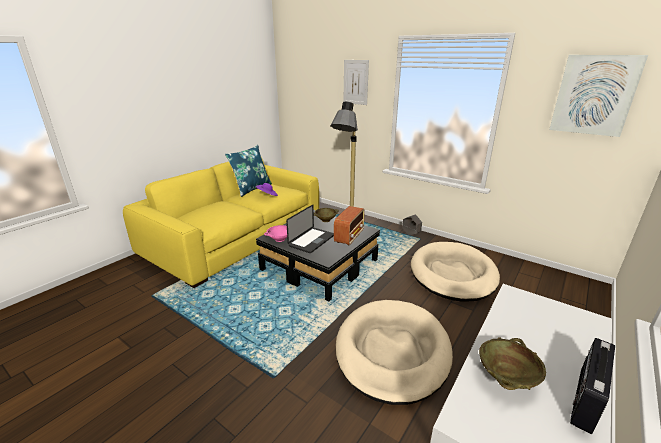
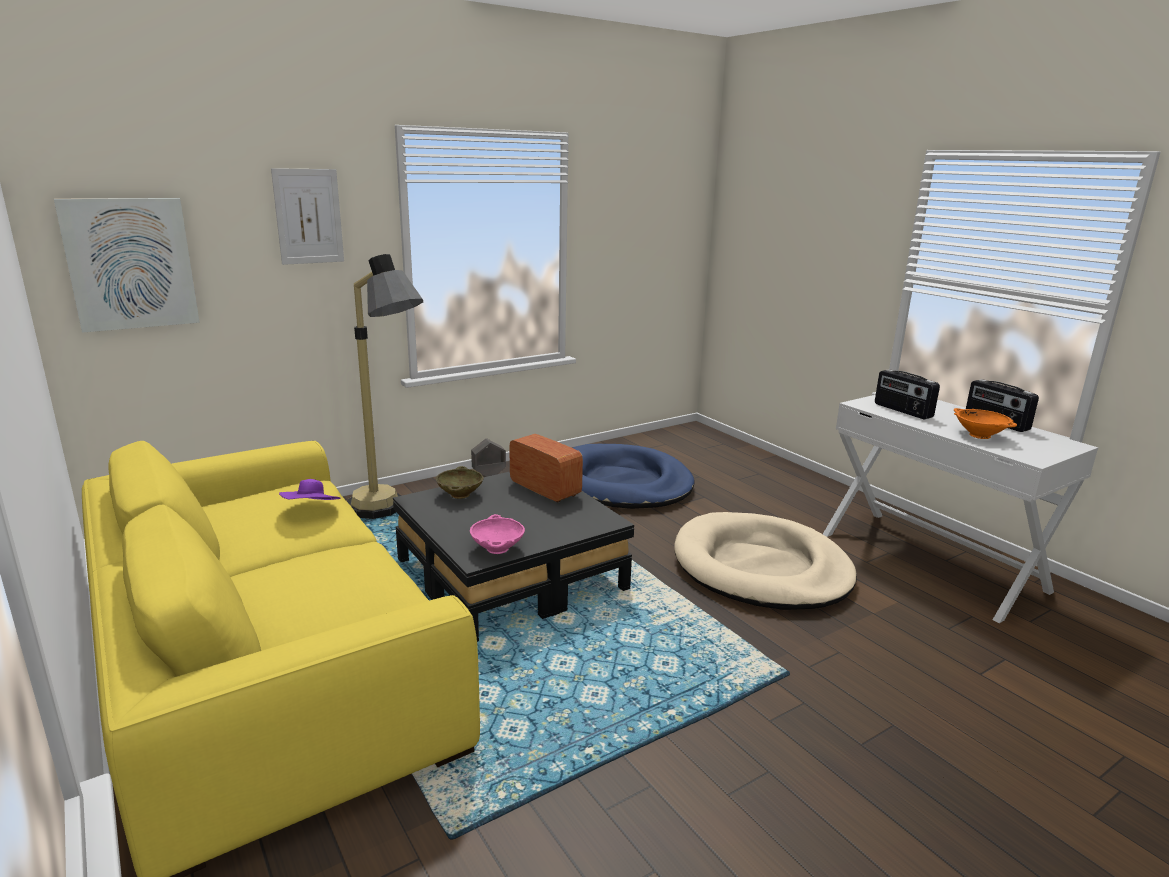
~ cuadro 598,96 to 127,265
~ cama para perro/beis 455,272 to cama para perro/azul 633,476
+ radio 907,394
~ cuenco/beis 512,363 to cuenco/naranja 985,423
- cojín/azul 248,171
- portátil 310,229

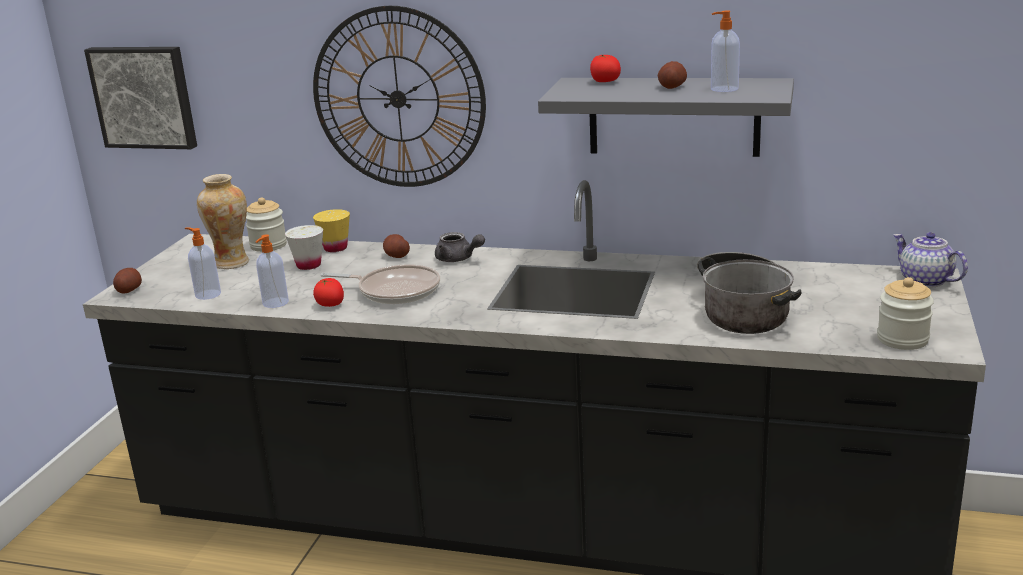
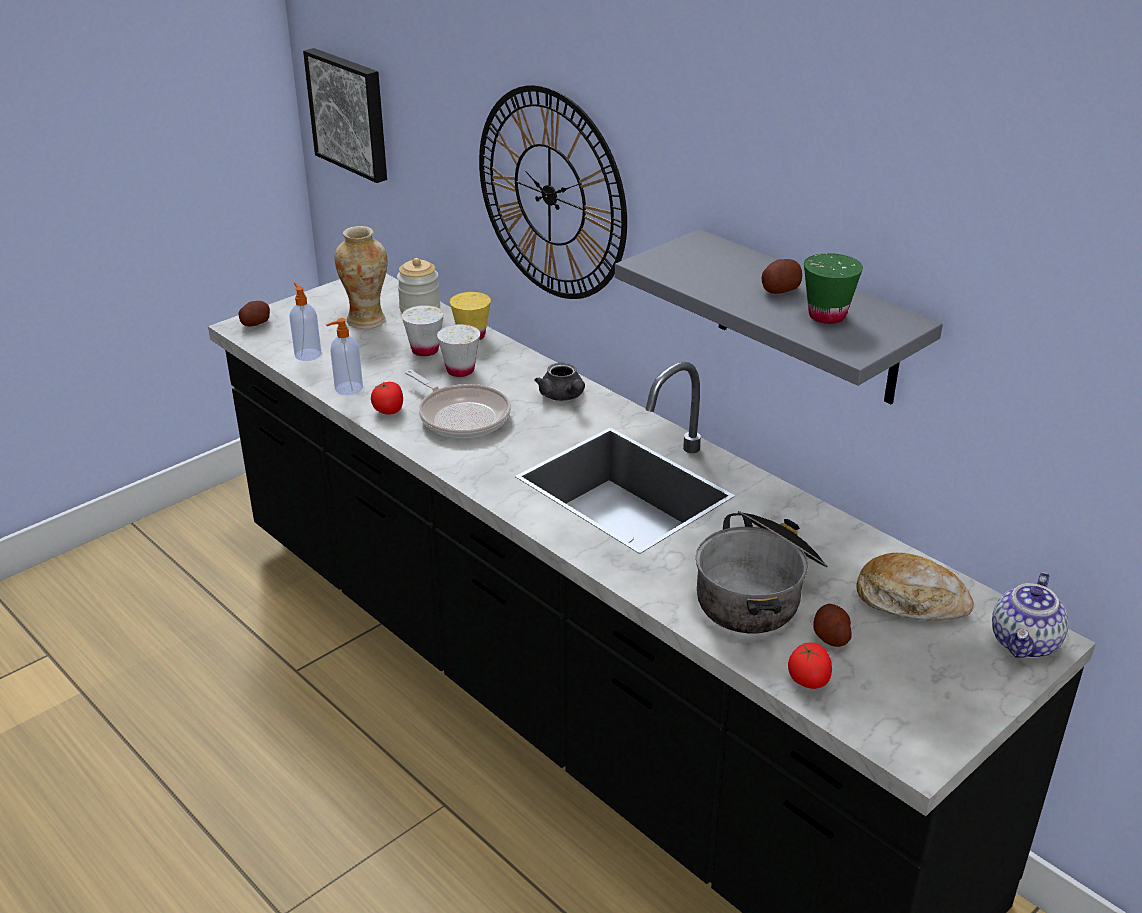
+ taza/blanco 458,350
~ tomate 605,68 to 810,666
~ dispensador de jabón 725,51 to taza/verde 833,288
~ patata 396,246 to 832,625
+ pan 915,586
~ tetera 930,260 = 1030,615 150 degrees counterclockwise
- tarro 905,313

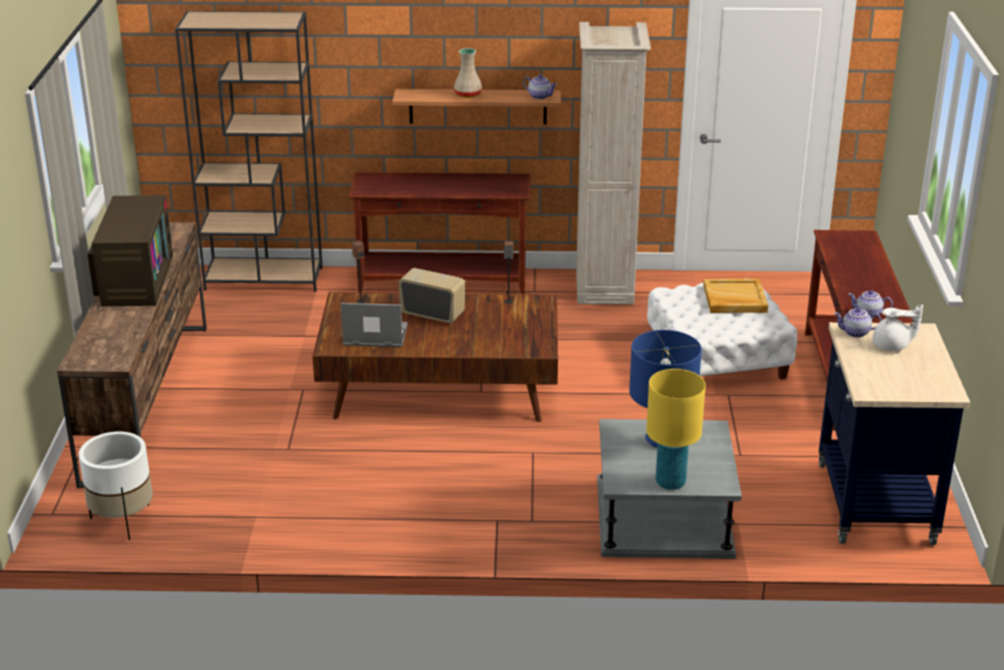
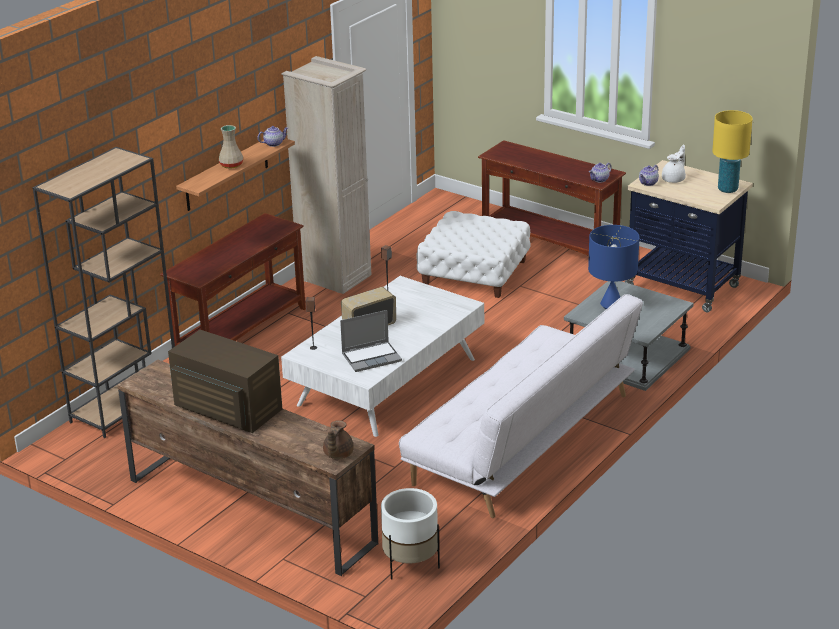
~ mesa de centro/marrón 435,357 to mesa de centro/blanco 382,356
+ tetera/marrón 338,439
~ portátil 374,325 = 371,341 150 degrees counterclockwise
+ sofá/blanco 521,406
~ lámpara de mesa/amarillo 676,429 to 732,151
- bandeja/beis 735,296

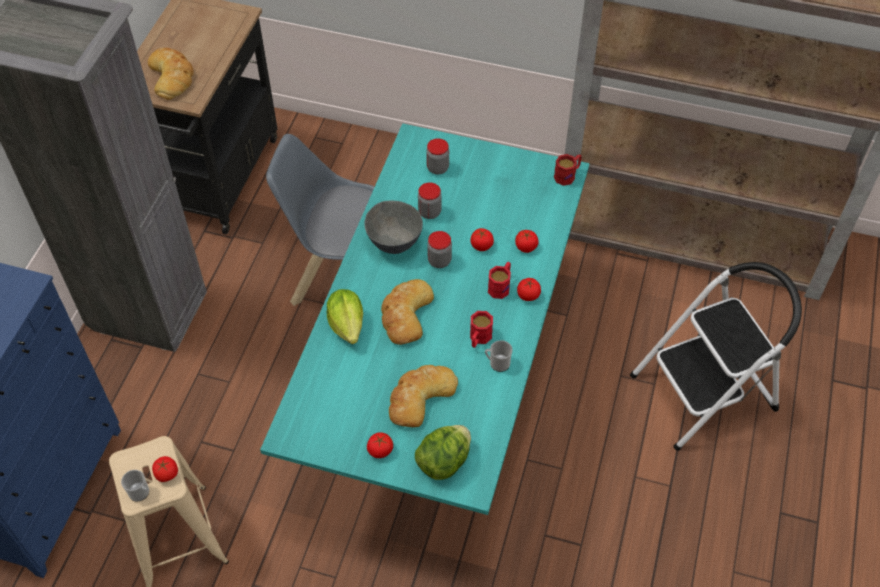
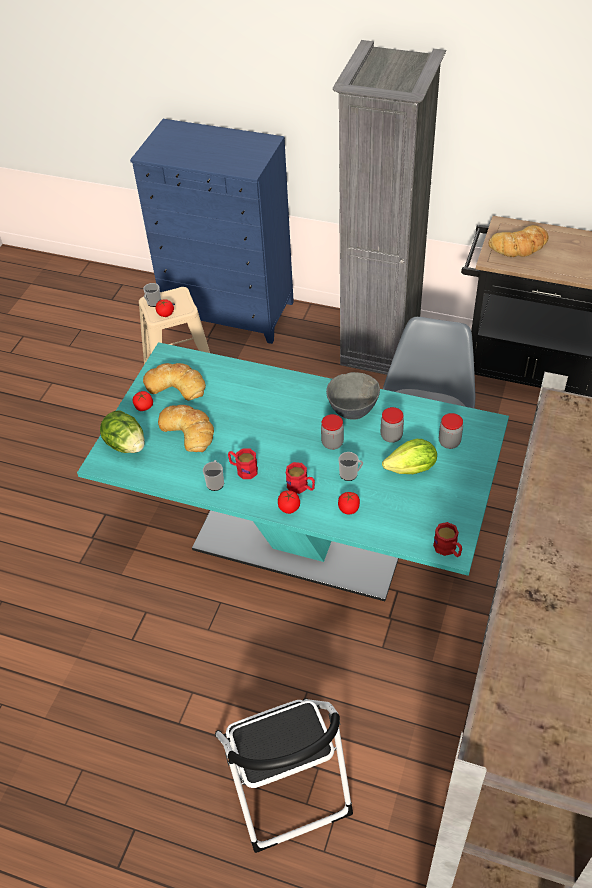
~ pan 407,312 to 174,382
~ tomate 482,239 to taza grande 350,466
~ lechuga 345,316 to 409,456

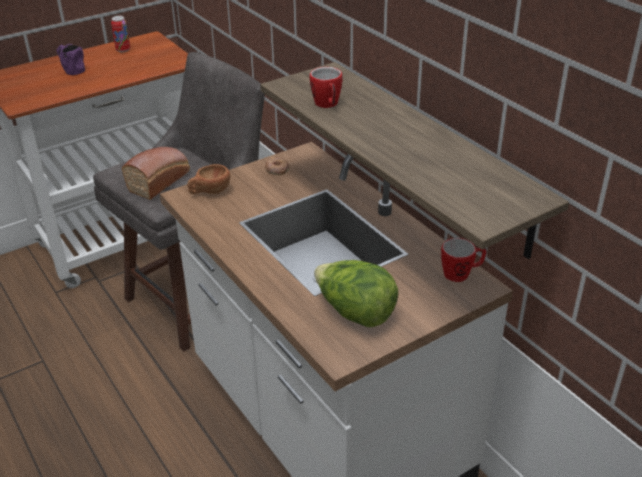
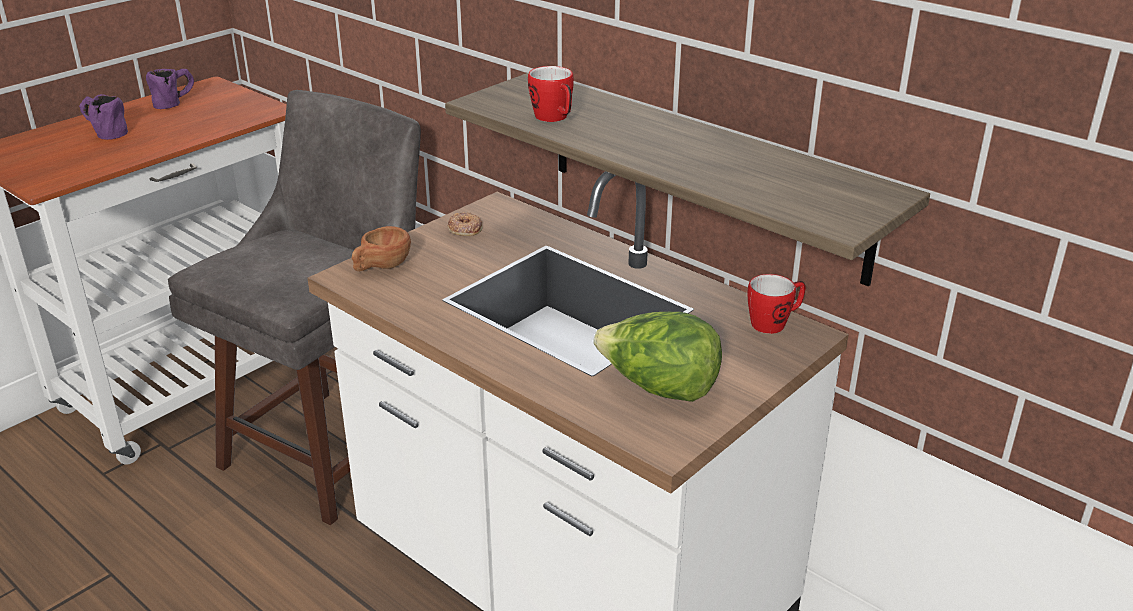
~ lata 120,34 to taza grande/morado 170,89
- pan 156,173

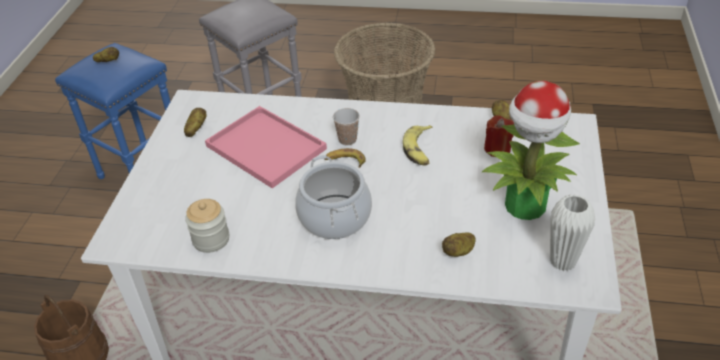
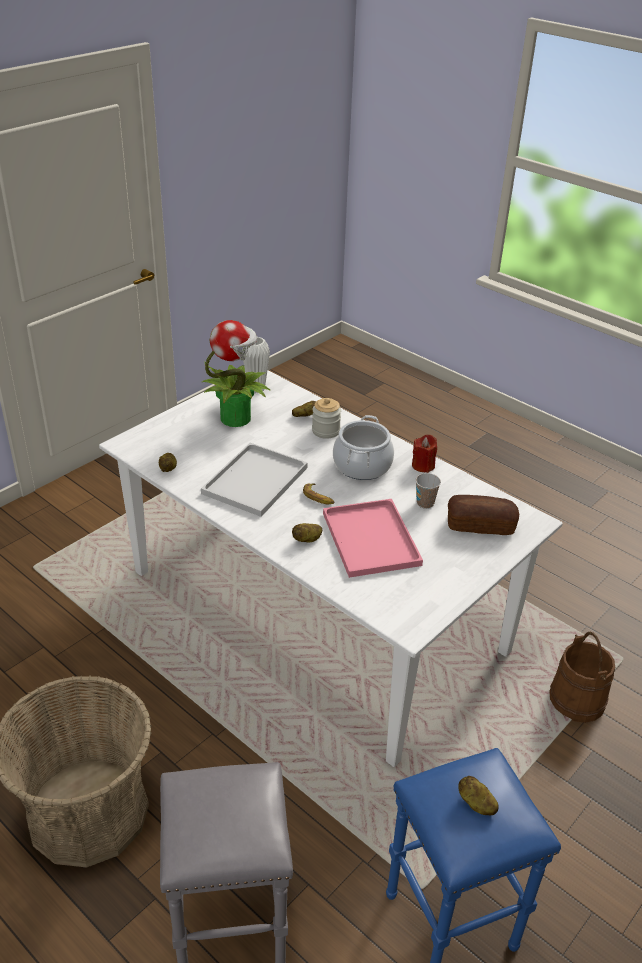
~ plátano 418,145 to bandeja/blanco 254,480
~ patata 195,122 to 307,532
~ tarro 207,226 to 326,418
~ vela/rojo 499,136 to 424,453
~ taza 346,126 to 428,491
+ pan 483,515

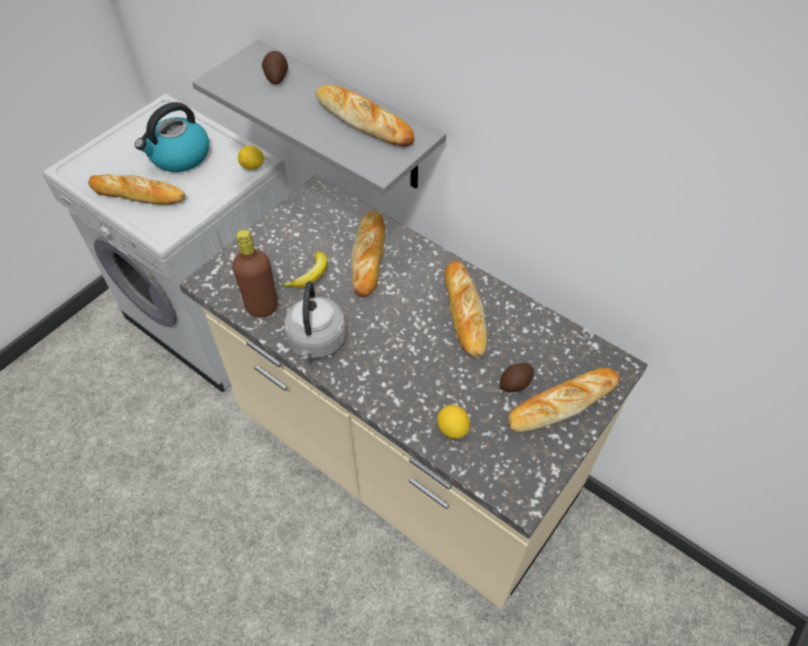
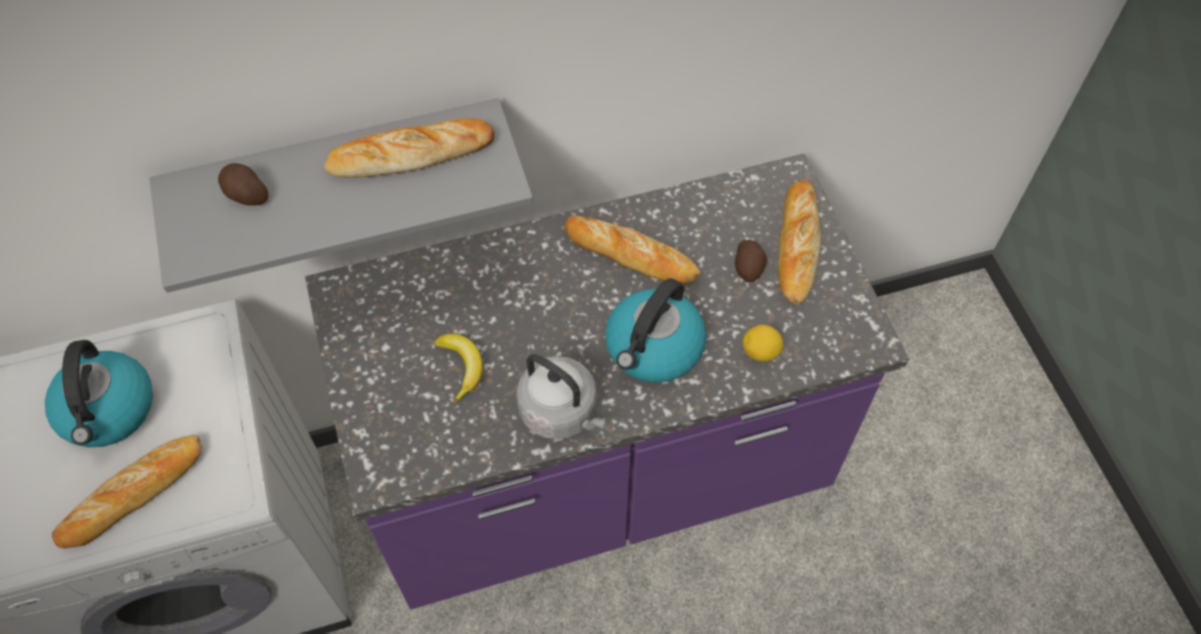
~ mueble bajo de cocina/beis 413,391 to mueble bajo de cocina/morado 607,381
+ hervidor 655,330
- botella/marrón 255,273
- limón 251,157
- pan 368,254

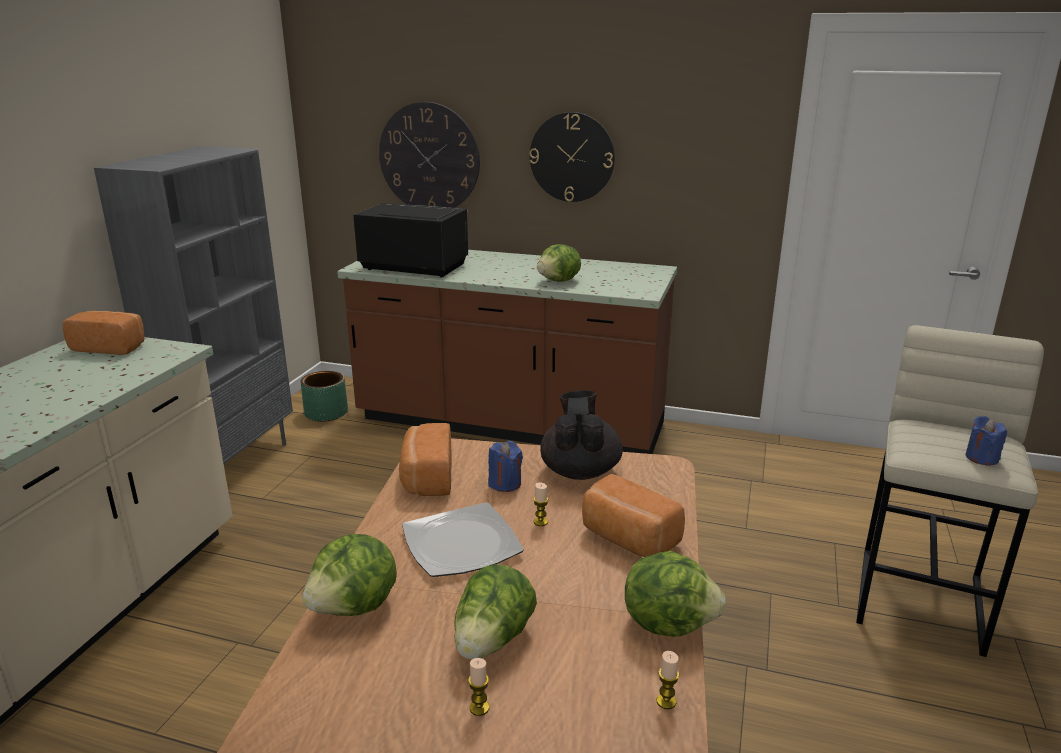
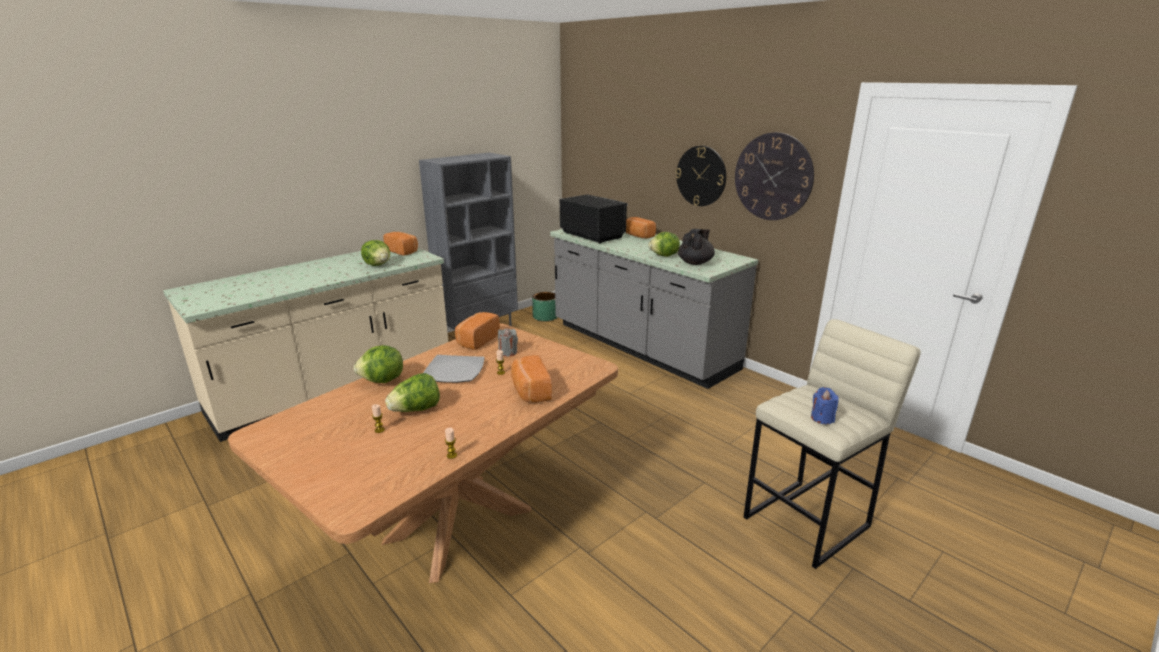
~ lechuga 675,594 to 375,253
~ vela/azul 505,466 to vela/gris 508,342
~ mueble bajo de cocina/marrón 507,352 to mueble bajo de cocina/gris 654,309
+ pan 640,227
~ tetera/negro 581,435 to 696,247
~ reloj de pared 429,155 to 774,176

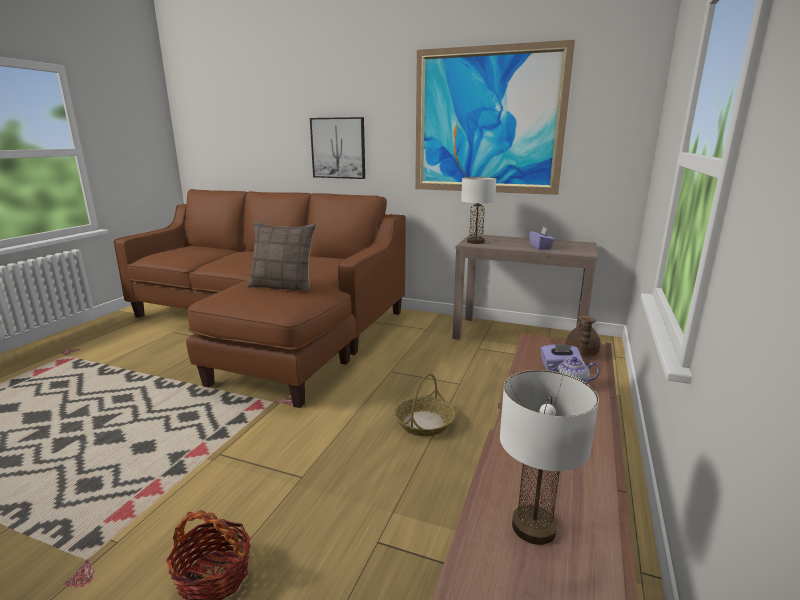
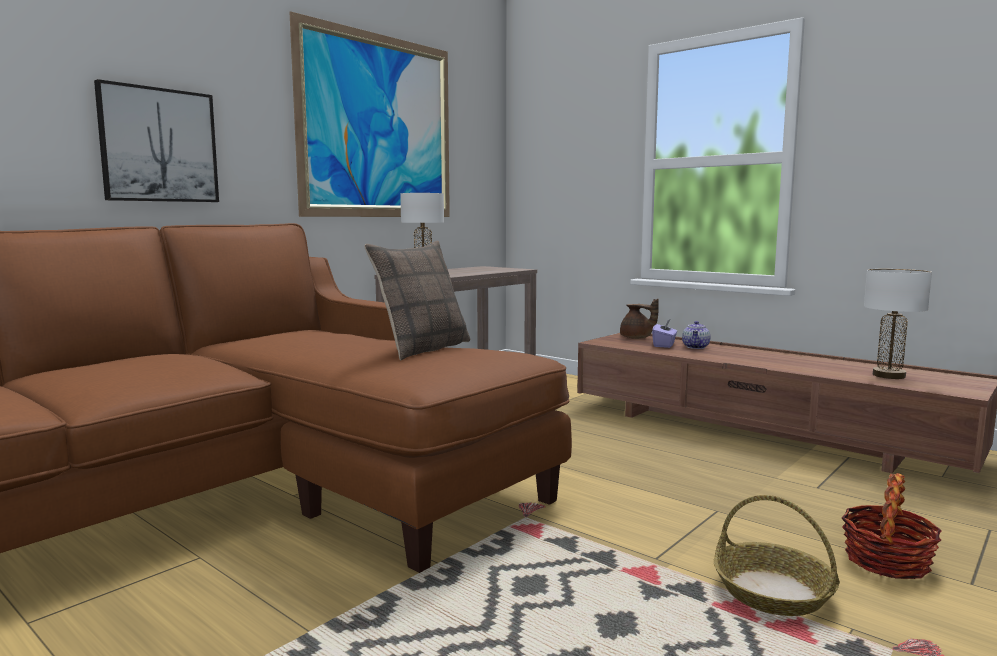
~ cesta 425,404 to 777,555
- caja de pañuelos/morado 542,238

